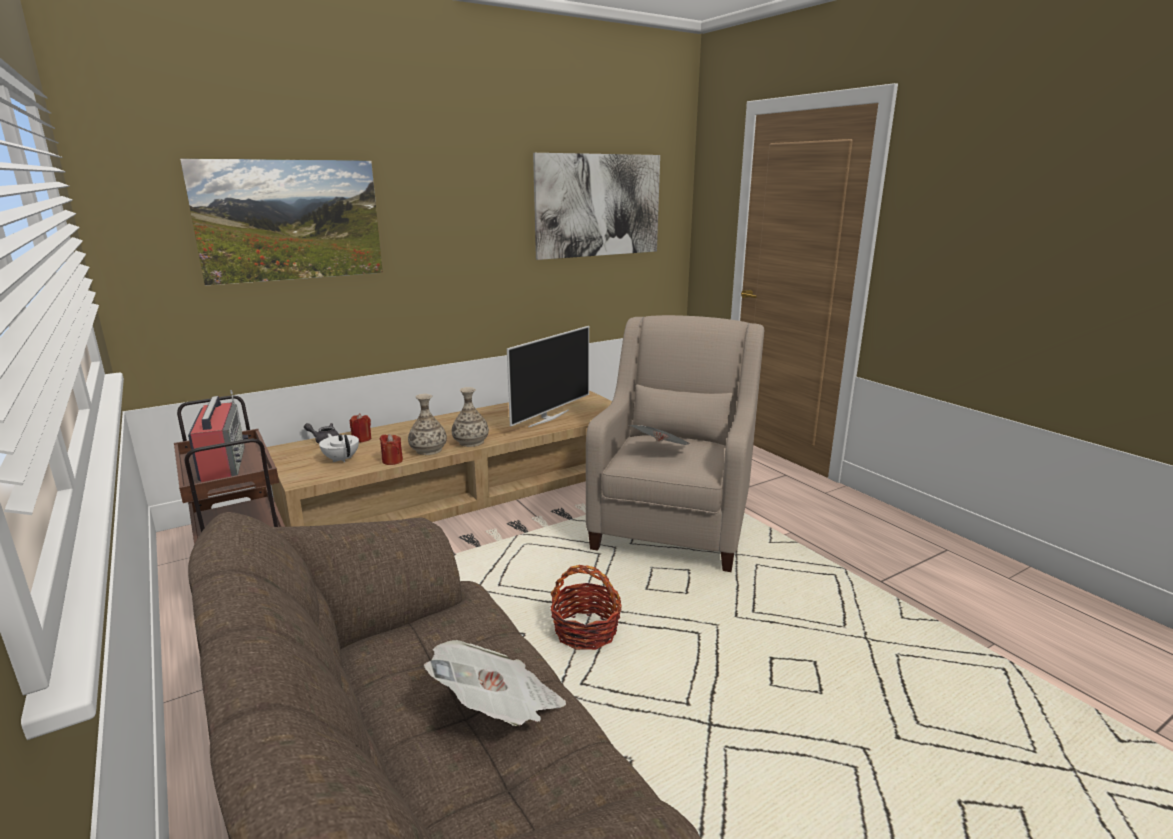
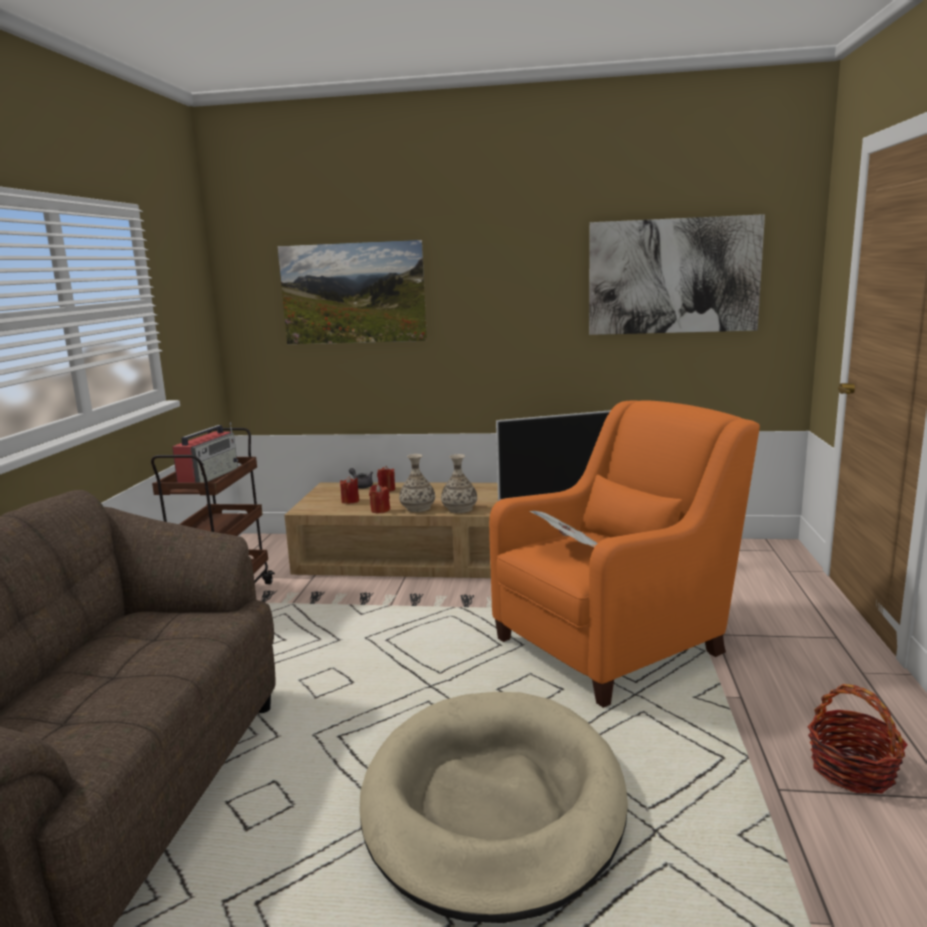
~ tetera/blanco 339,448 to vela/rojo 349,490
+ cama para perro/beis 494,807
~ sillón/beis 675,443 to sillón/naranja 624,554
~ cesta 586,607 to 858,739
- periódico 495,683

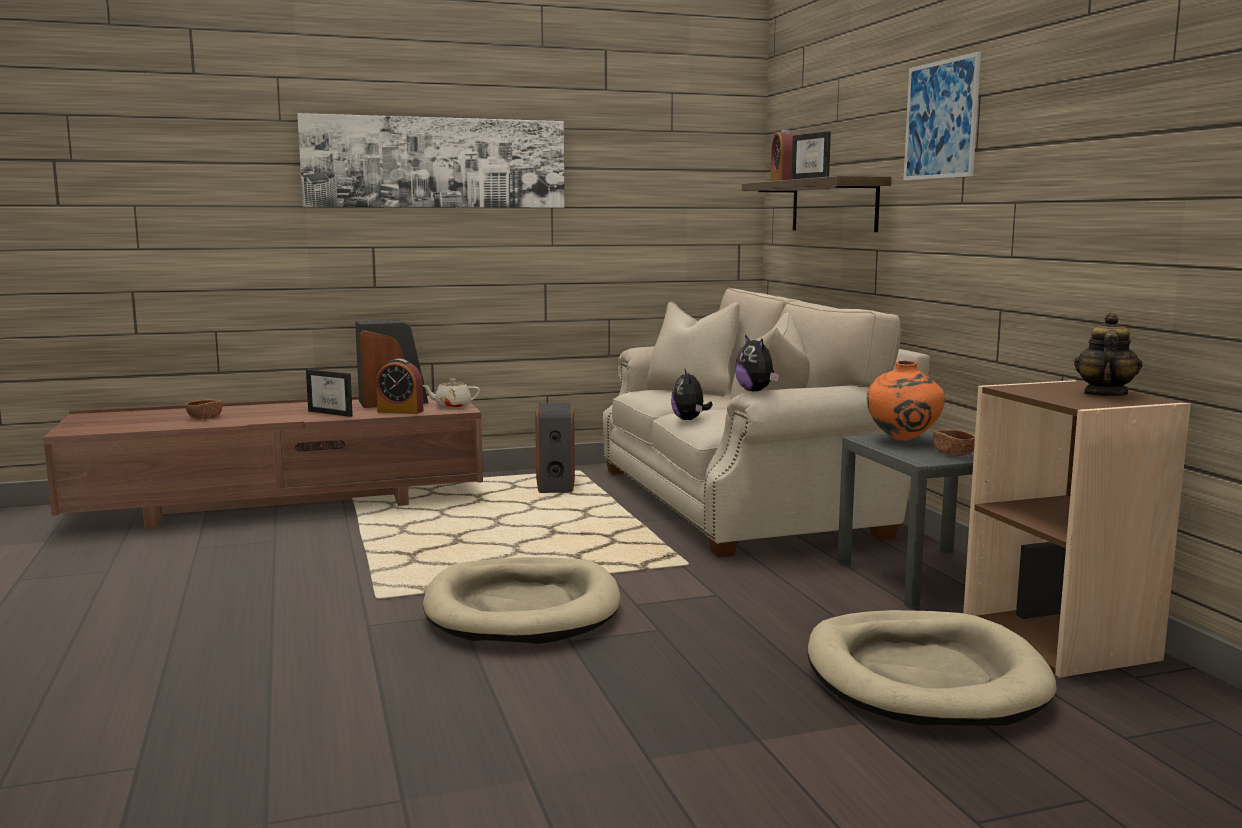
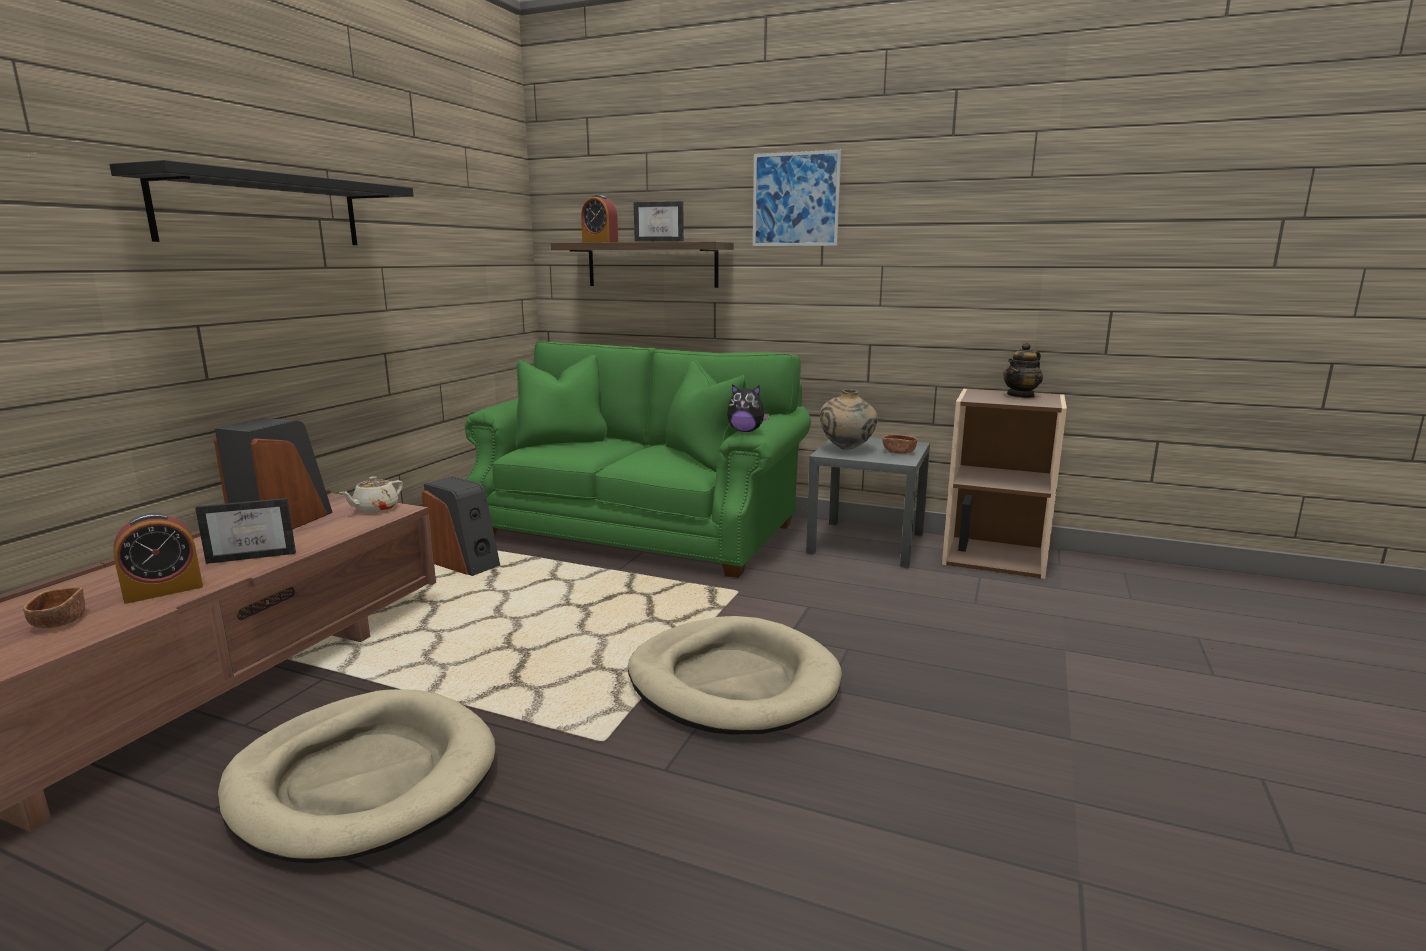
~ cuadro 431,160 to estante/negro 262,202
~ despertador 400,386 to 158,558
~ cama para perro/beis 932,668 to 356,776
~ sofá/beis 766,422 to sofá/verde 638,459
~ florero/naranja 906,401 to florero/beis 849,419
~ tetera 1108,354 = 1023,370 105 degrees counterclockwise
- peluche 691,394

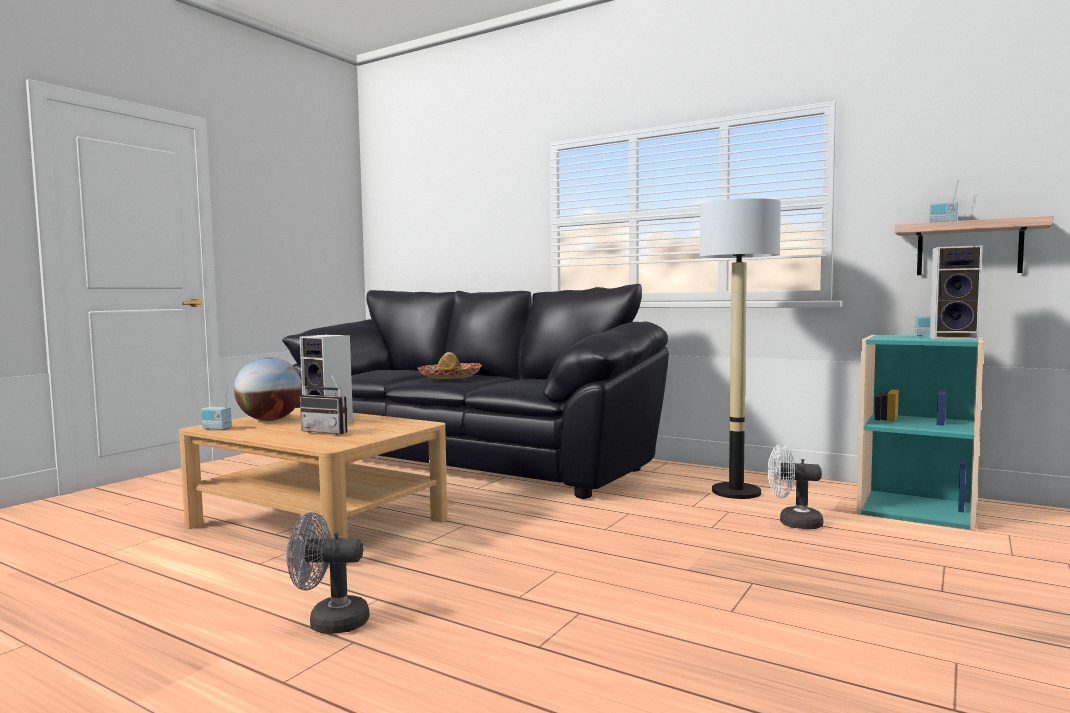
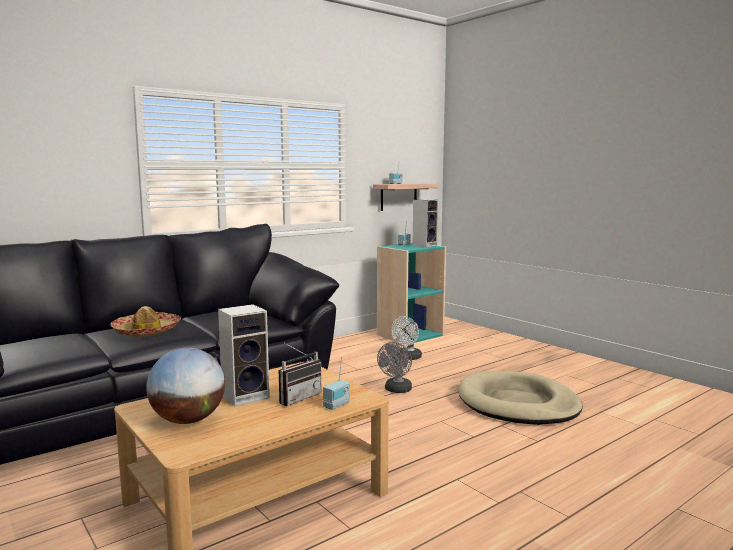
~ radio 217,407 to 336,383
~ ventilador/gris 328,573 to 394,367
+ cama para perro/beis 520,398
- lámpara de pie 740,348

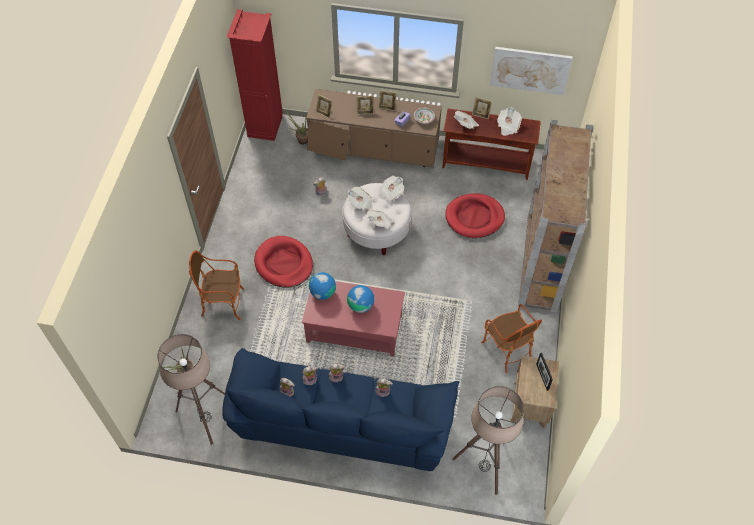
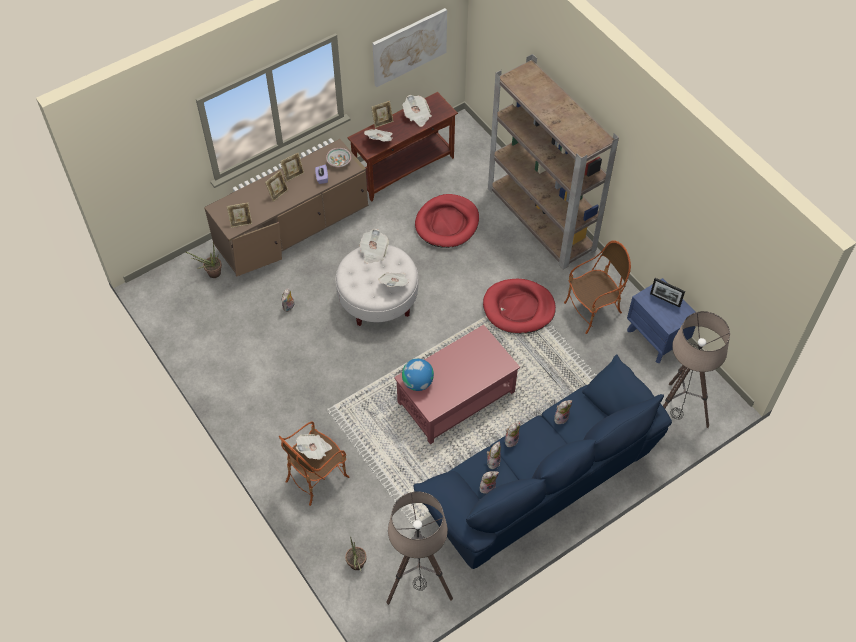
~ periódico 360,198 to 314,447
~ cama para perro/rojo 283,262 to 519,306
~ sillón 511,338 = 597,287 45 degrees counterclockwise
~ mesita de noche/marrón 534,392 to mesita de noche/azul 661,321
- armario/rojo 255,75
- globo terráqueo 361,299

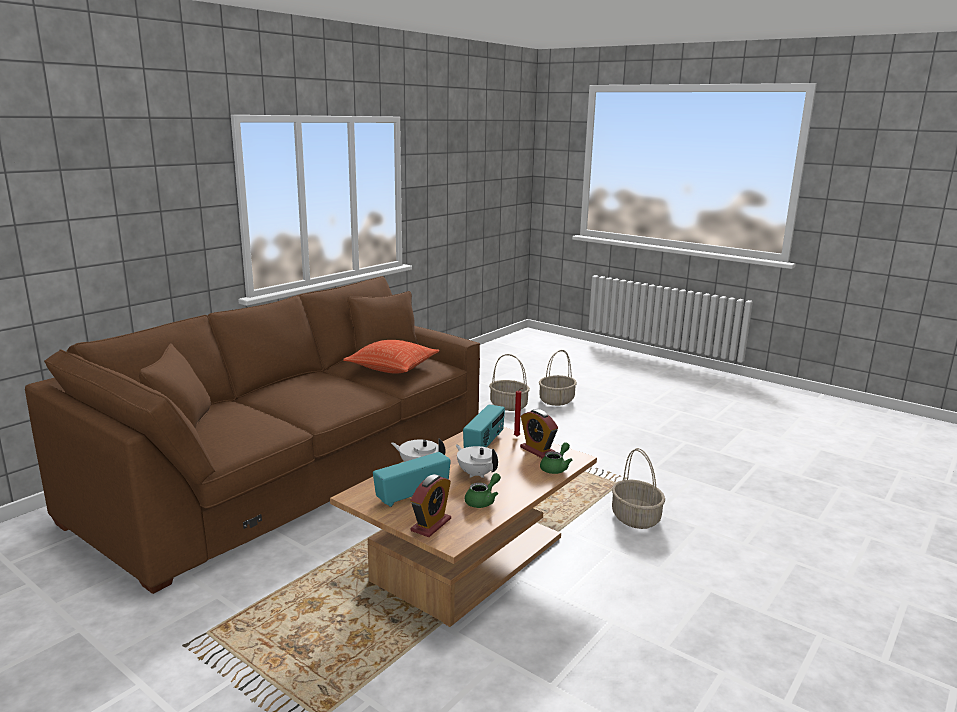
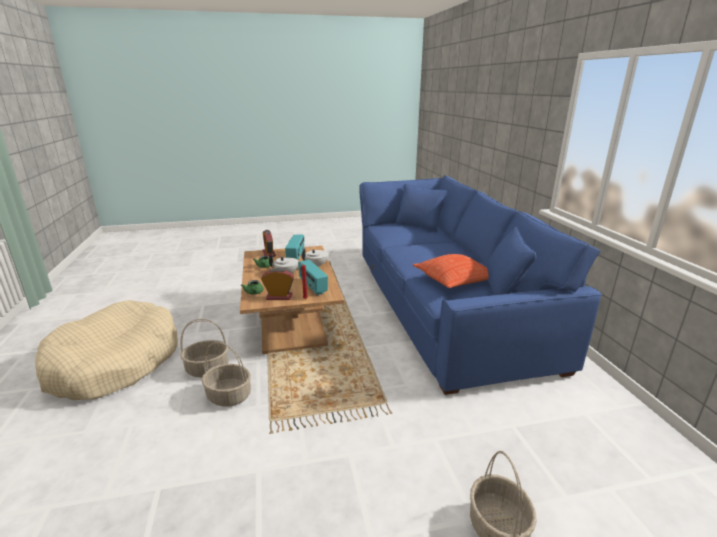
+ cama para perro/beis 106,350
~ cesta 509,382 to 205,348
~ sofá/marrón 252,435 to sofá/azul 480,285

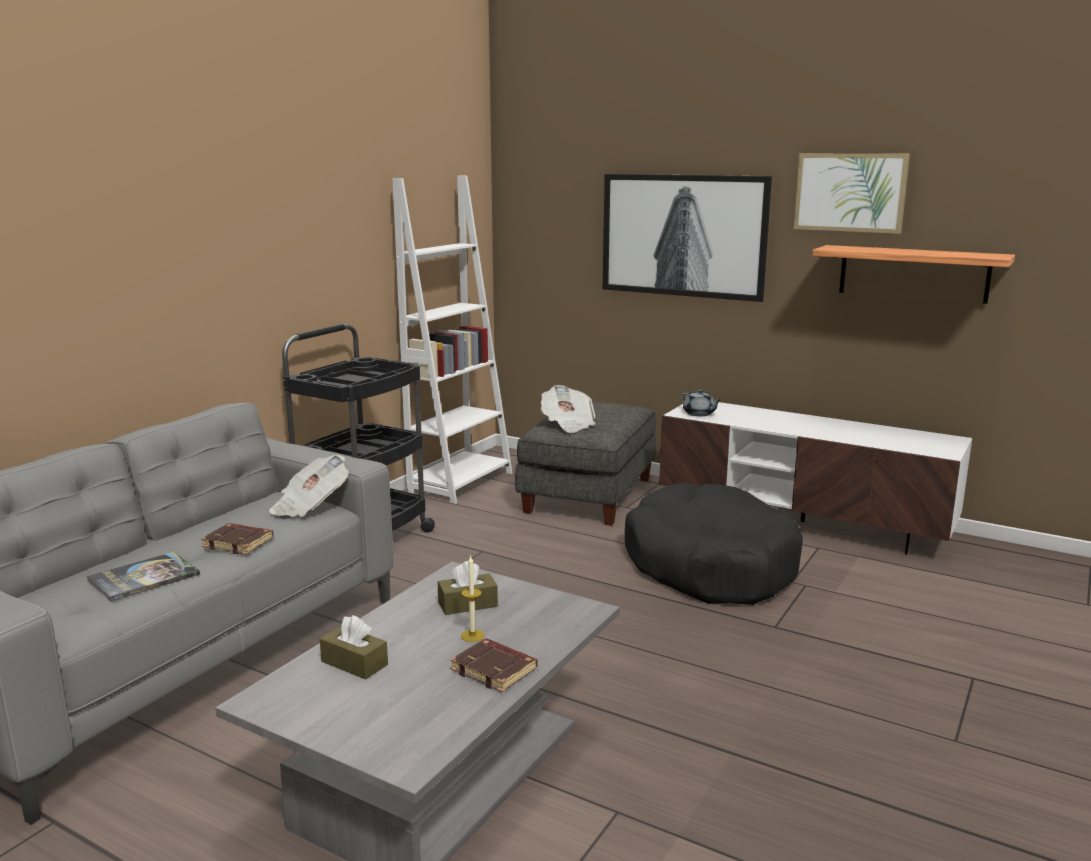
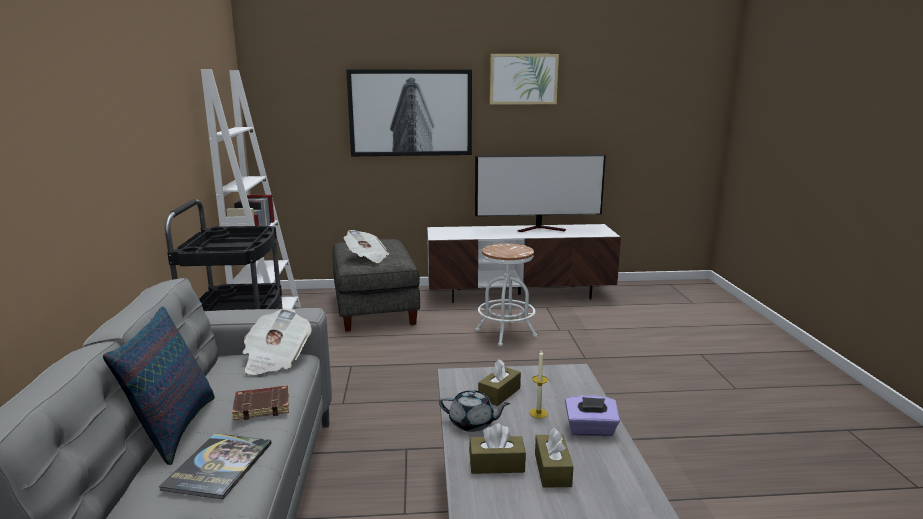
+ cojín/azul 159,386
~ tetera/gris 701,402 to 474,411
+ televisor 540,193
~ cama para perro/negro 714,544 to taburete/blanco 506,294
+ caja de pañuelos/marrón 554,458
~ libro/marrón 493,665 to caja de pañuelos/morado 592,415
- estante 913,274

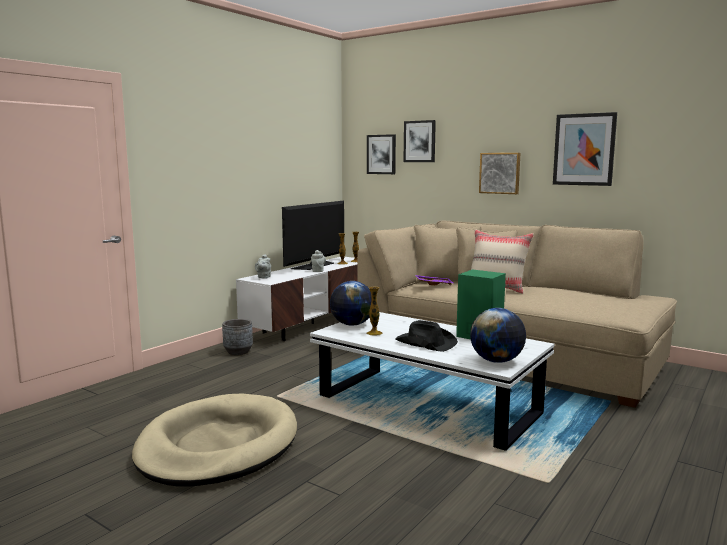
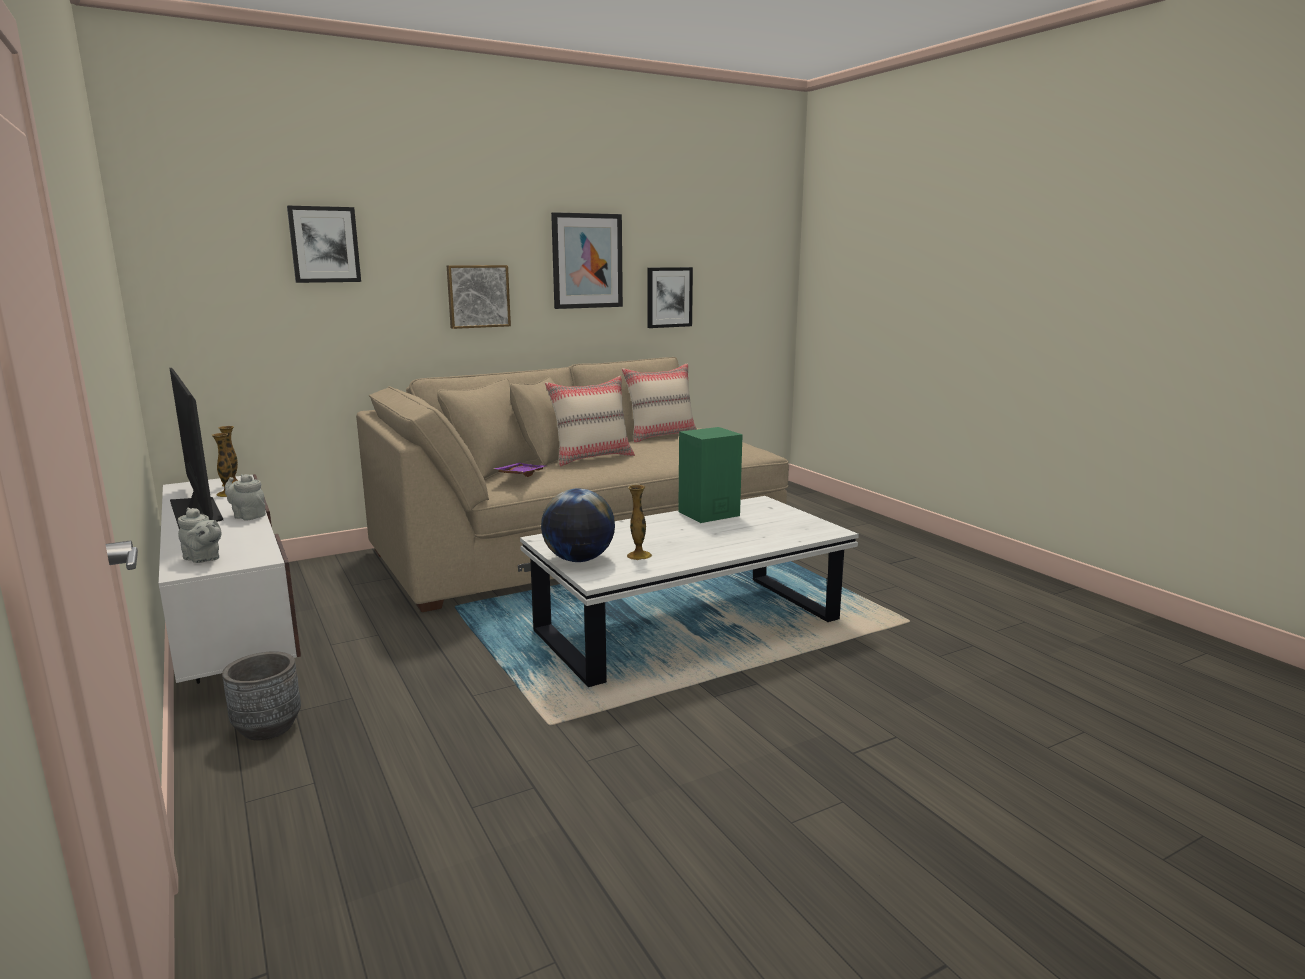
+ cojín/beis 659,402
~ cuadro 381,154 to 670,297
- cama para perro/beis 214,440
- sombrero/negro 427,336
- globo terráqueo 498,335

